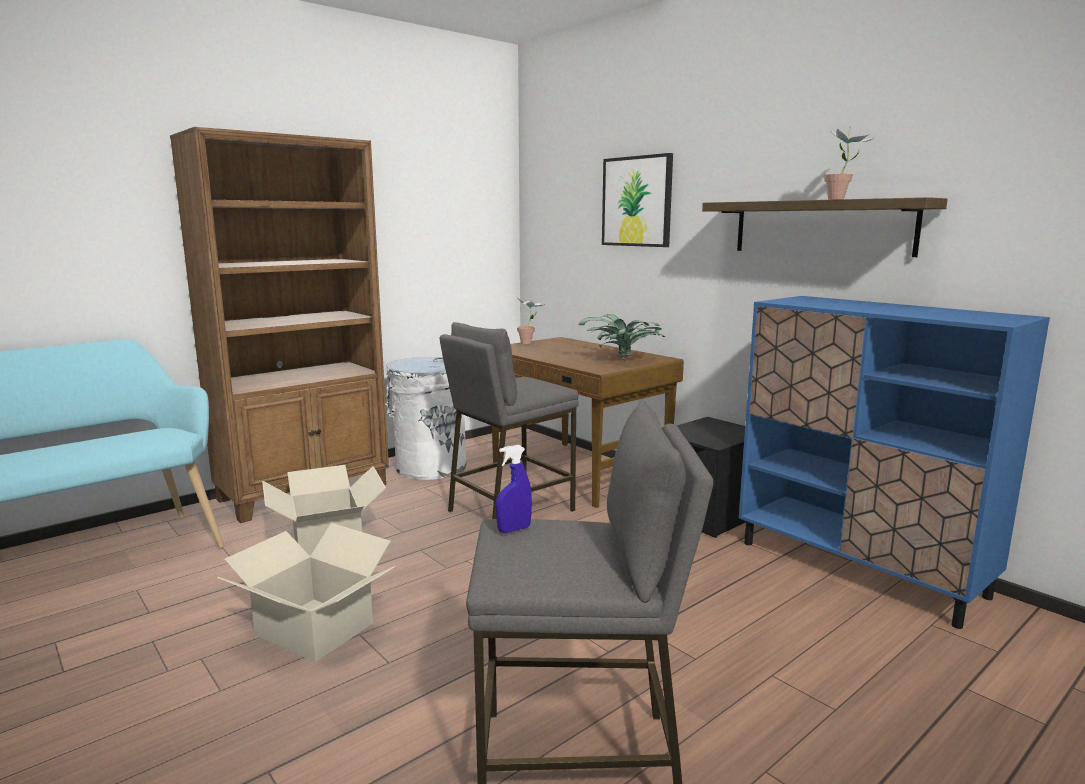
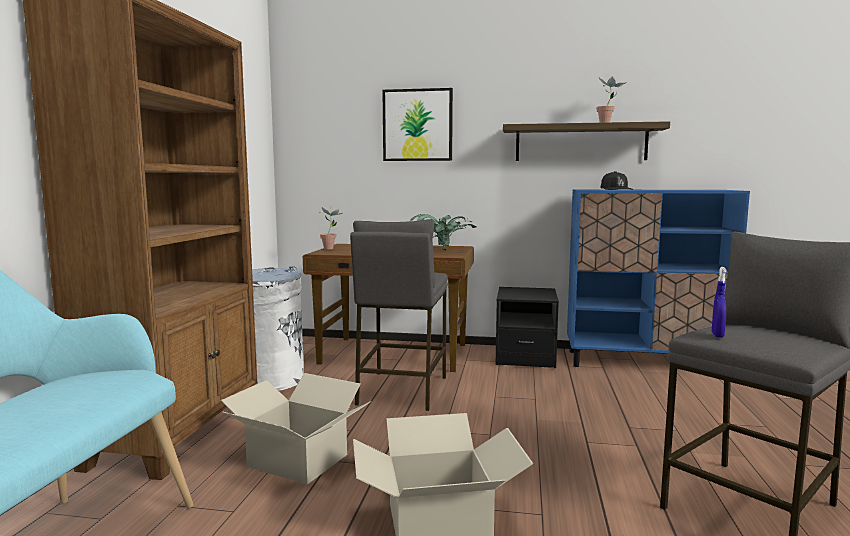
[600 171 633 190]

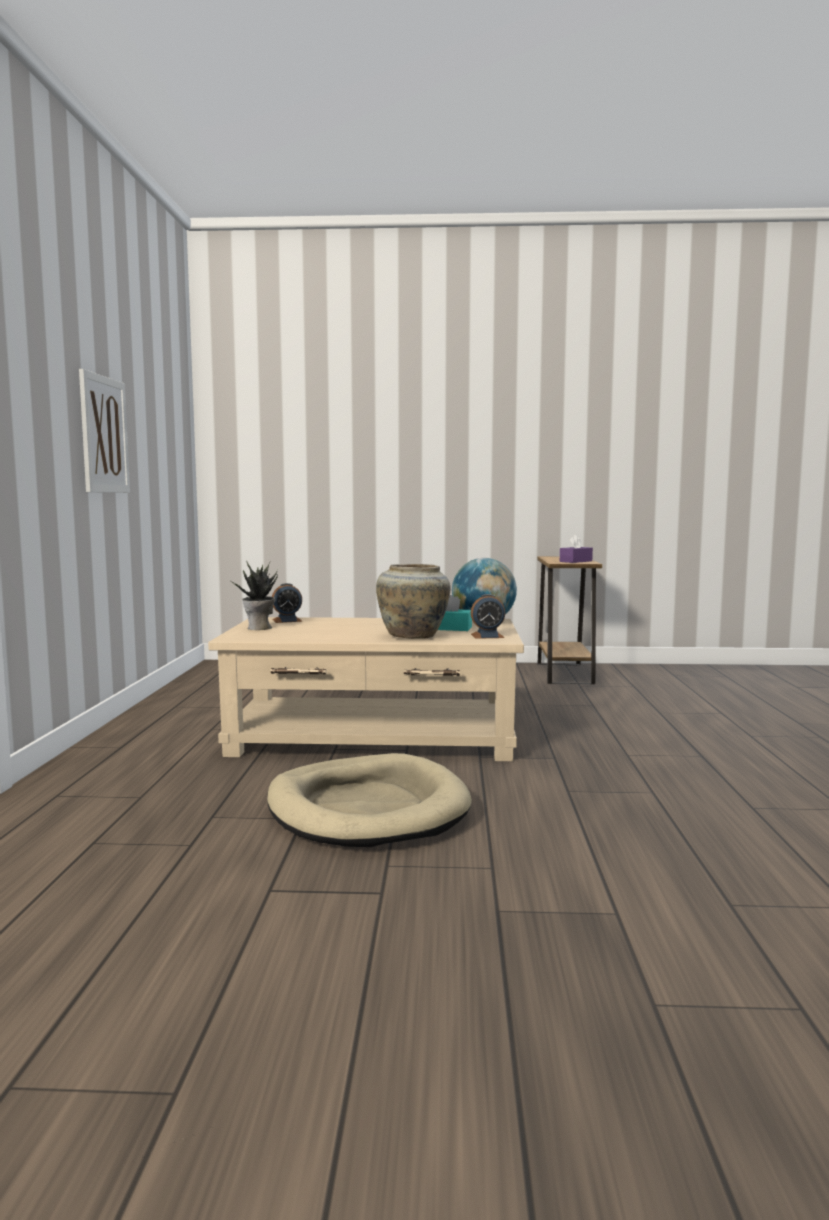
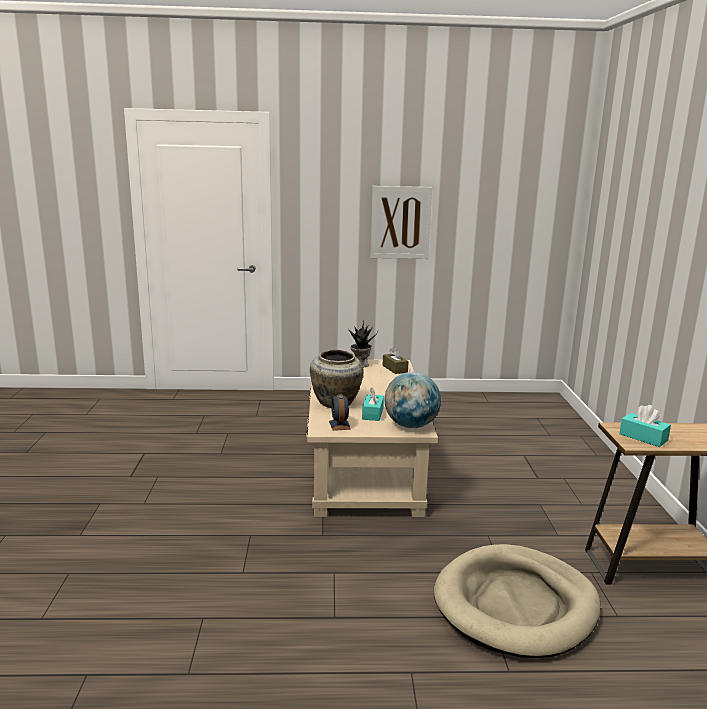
[434 544 601 658]
[383 347 409 374]
[619 405 671 447]

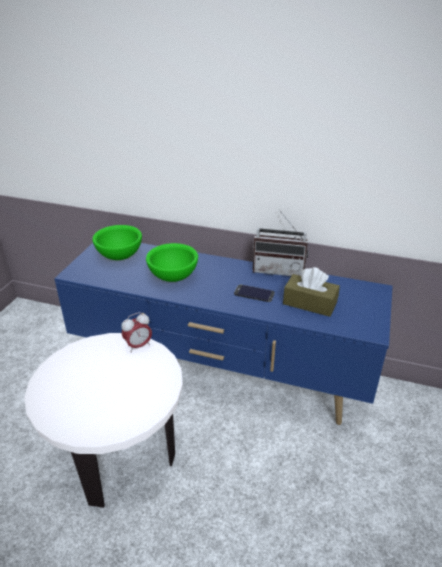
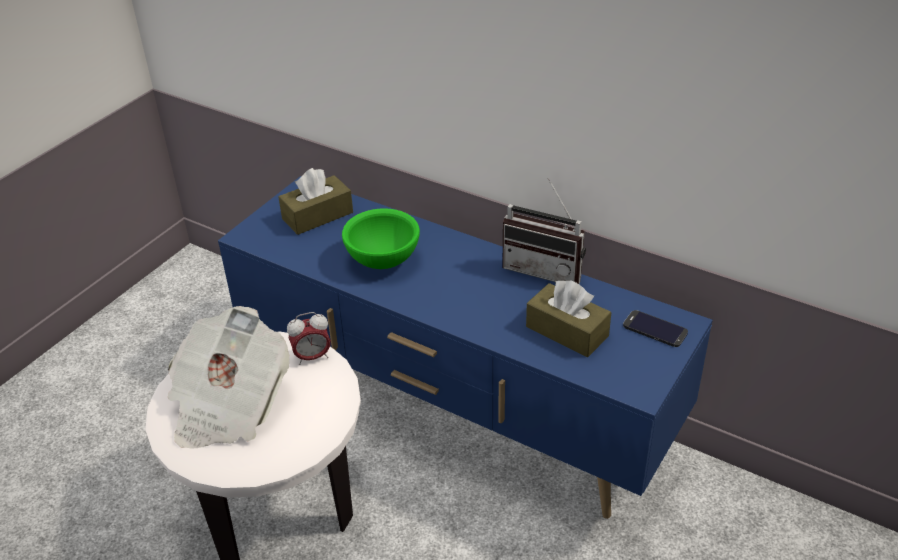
[168 306 290 449]
[623 310 688 347]
[278 168 353 235]

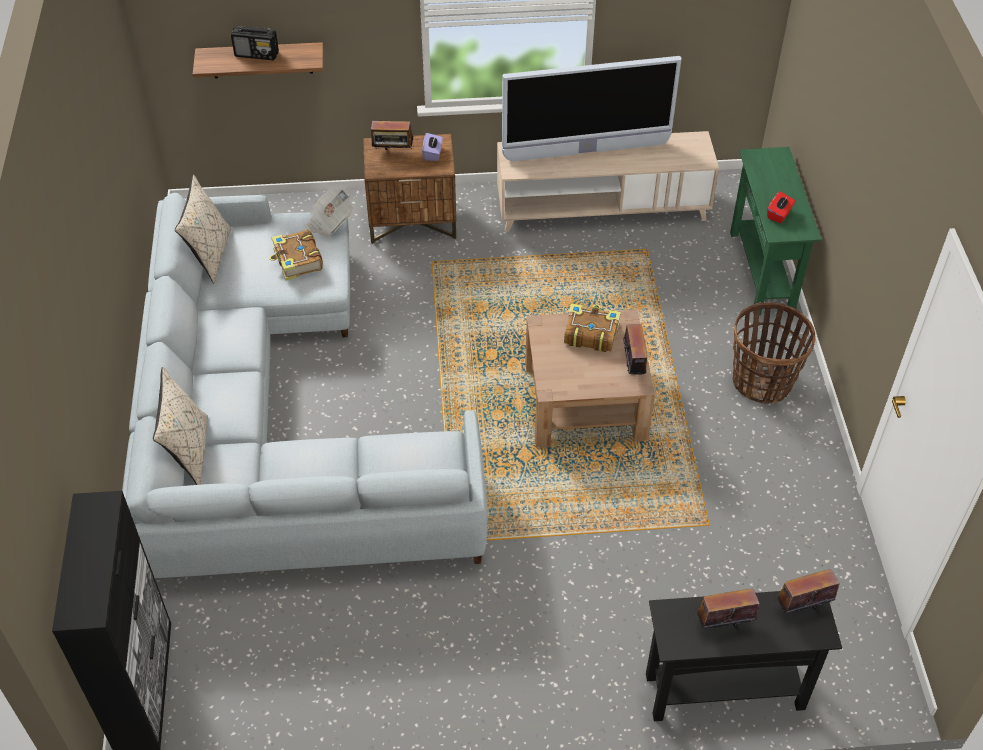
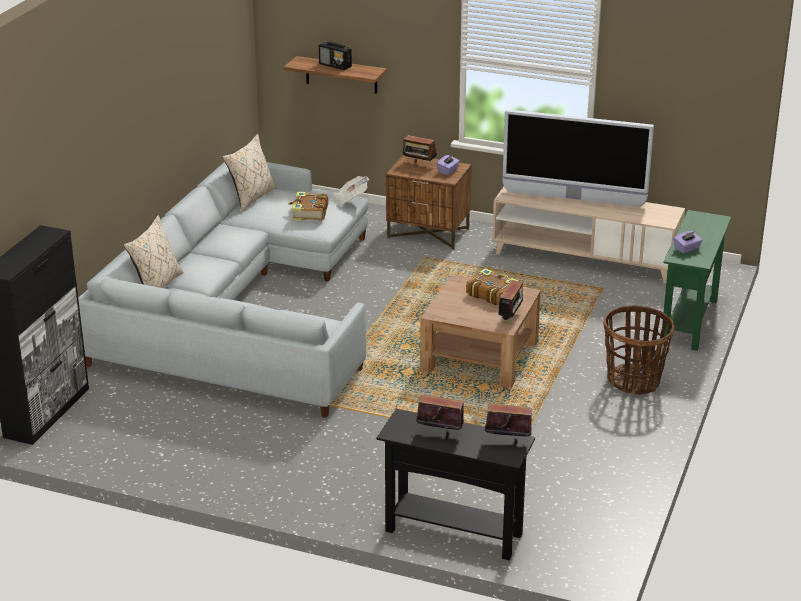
[673 231 702 254]

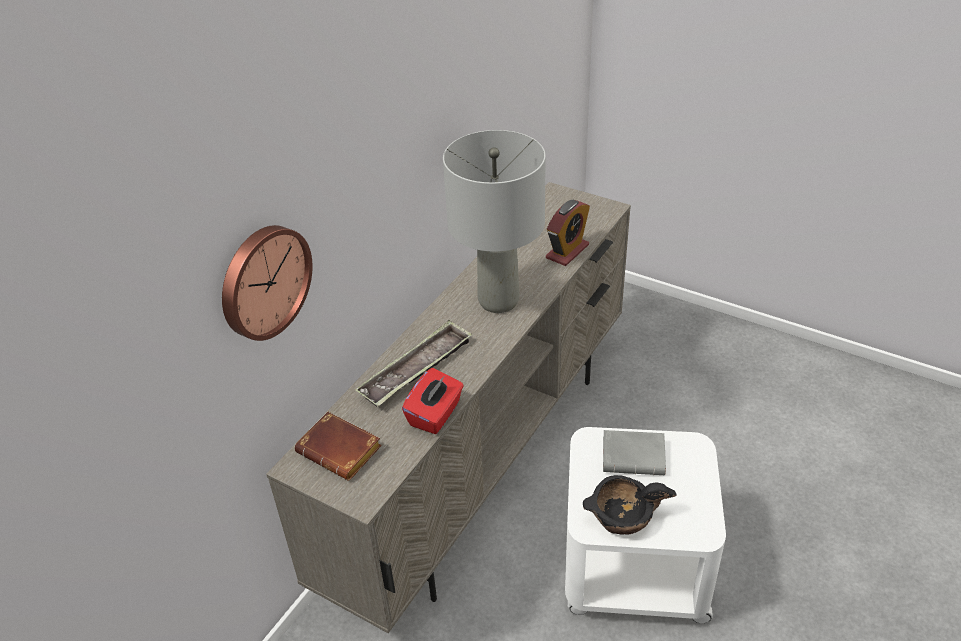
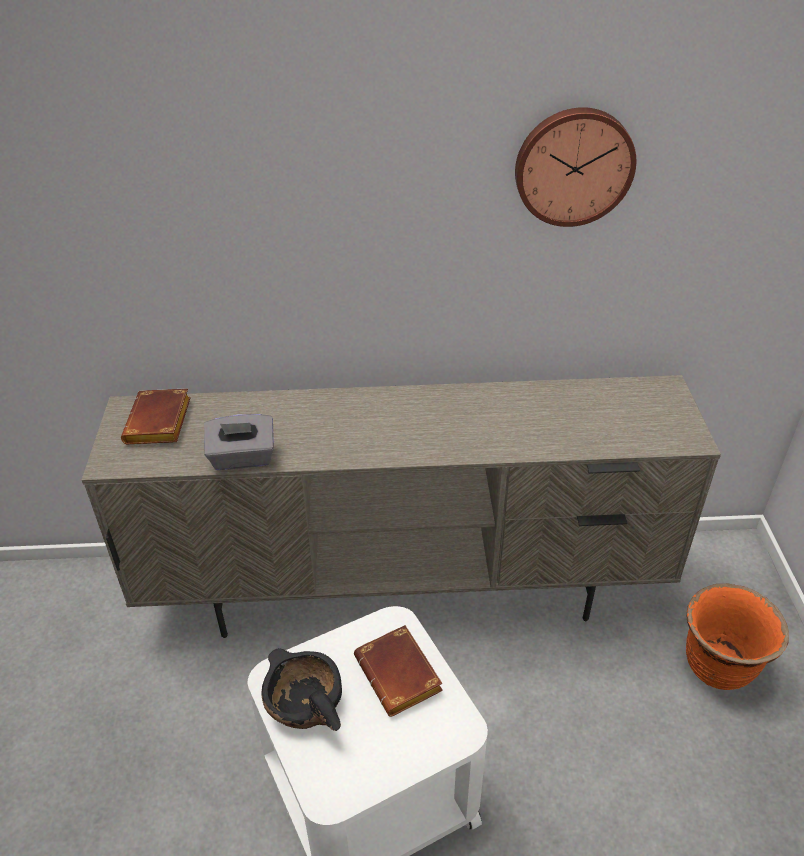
[355 320 472 407] (first image)
[443 130 546 313] (first image)
[546 200 590 266] (first image)
[686 583 789 690]
[515 107 636 227]
[204 414 274 470]
[354 625 443 717]

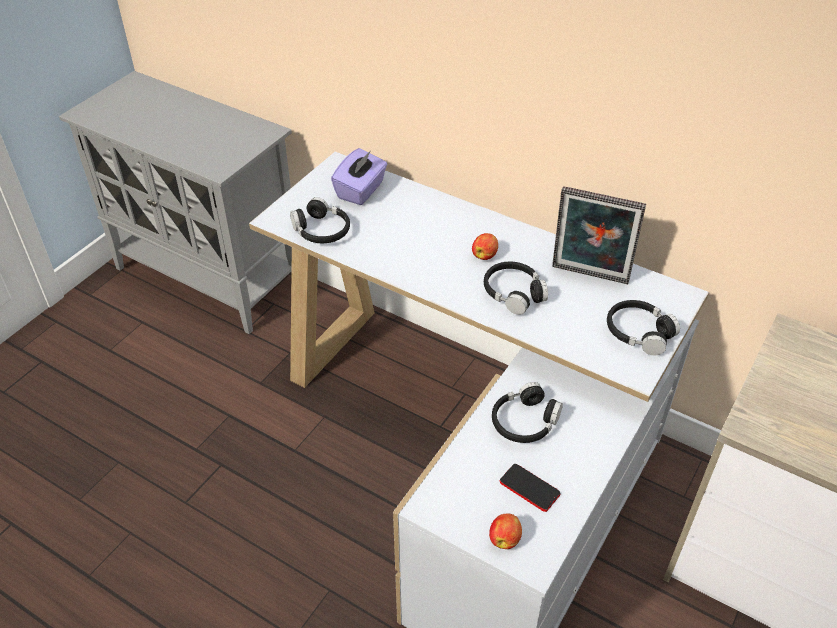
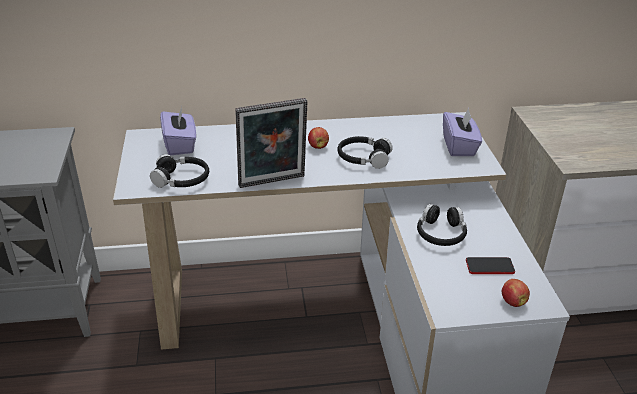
[235 98 307 188]
[443 108 482 156]

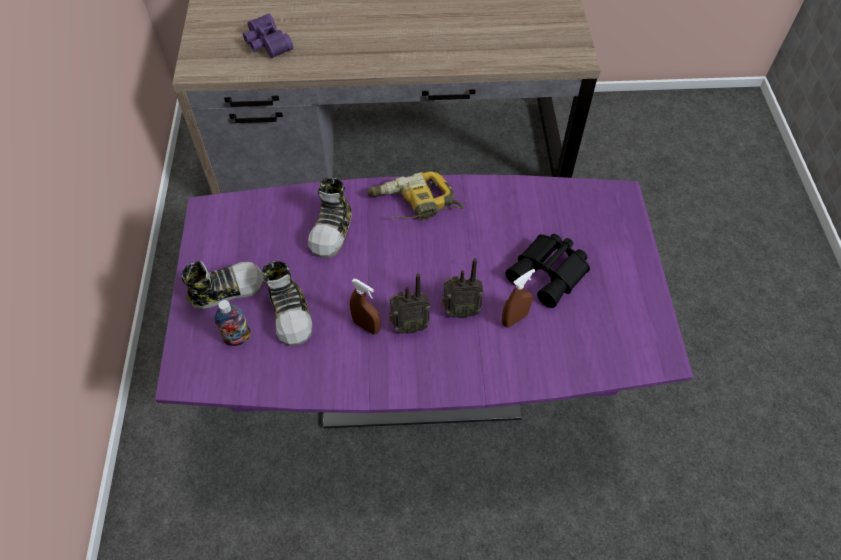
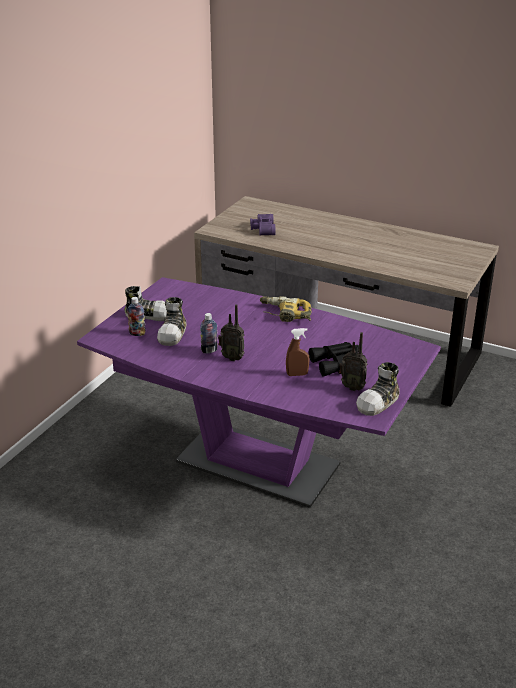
[356 362 400 416]
[339 332 368 391]
[200 313 218 353]

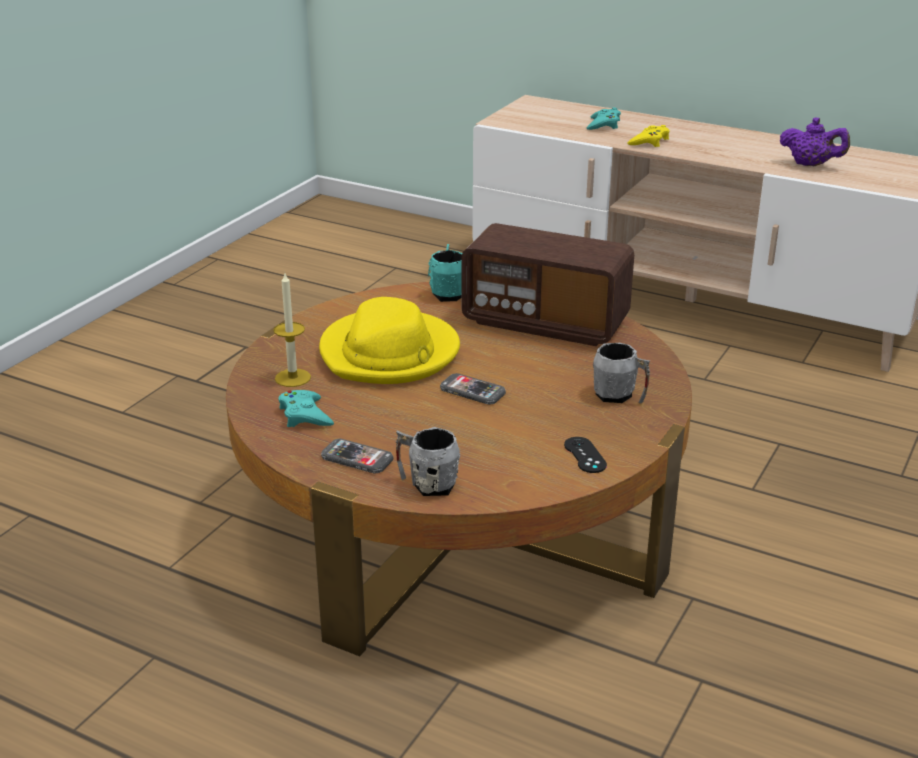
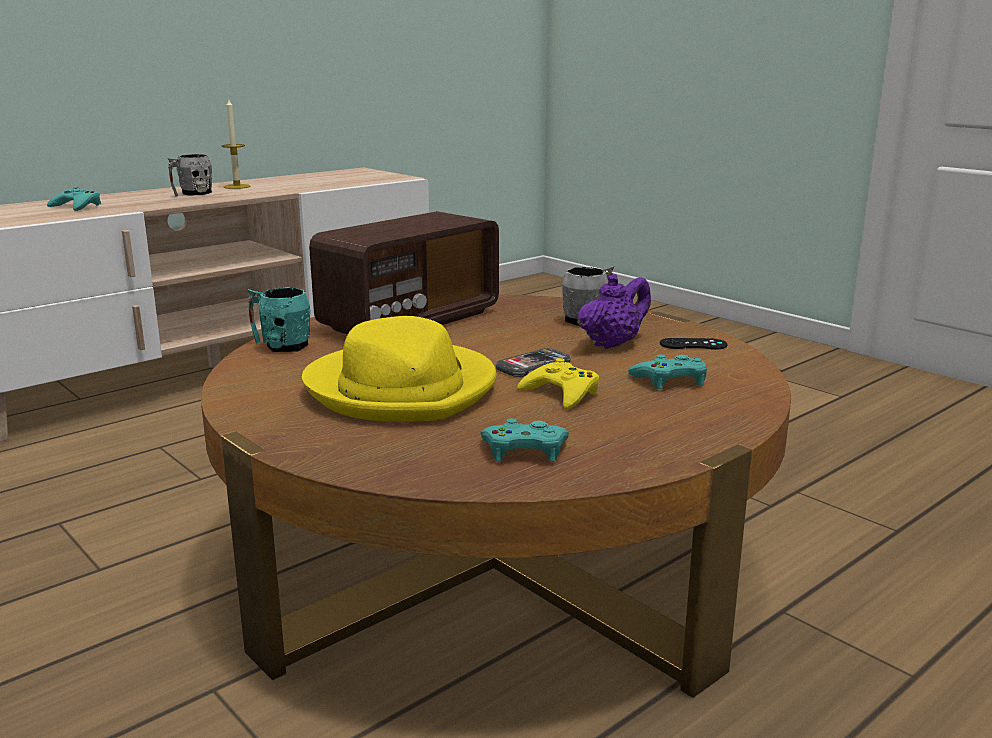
[321 439 393 474] (first image)
[628 354 707 389]
[221 99 251 189]
[167 154 212 197]
[517 358 599 410]
[577 274 651 349]

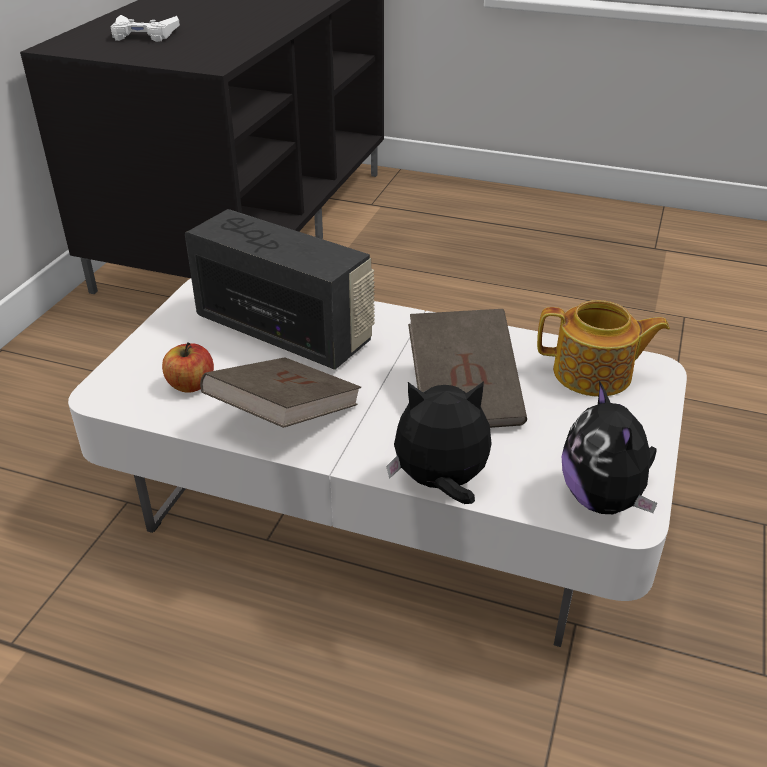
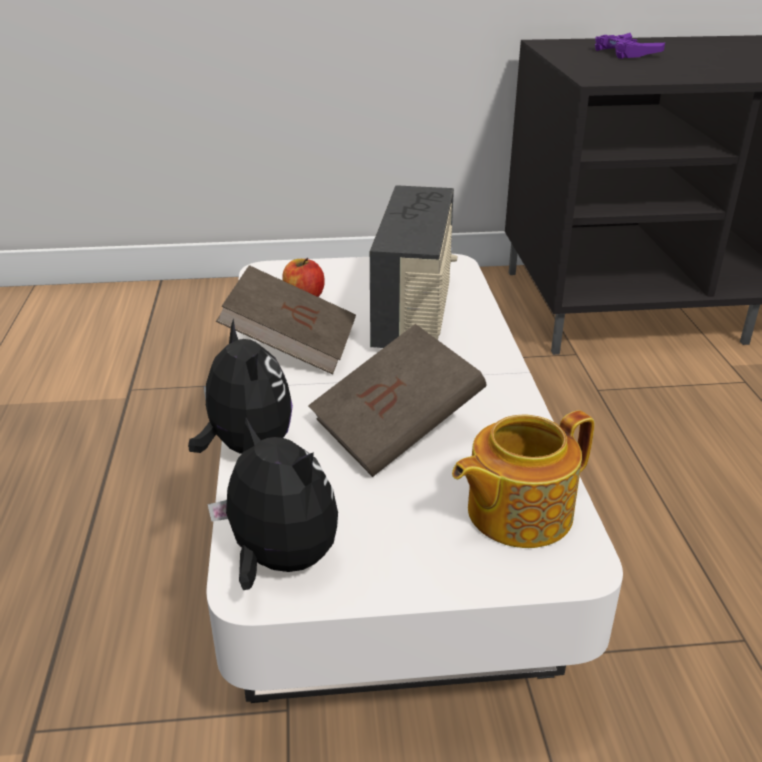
[595 33 665 59]
[452 410 594 548]
[207 418 338 590]

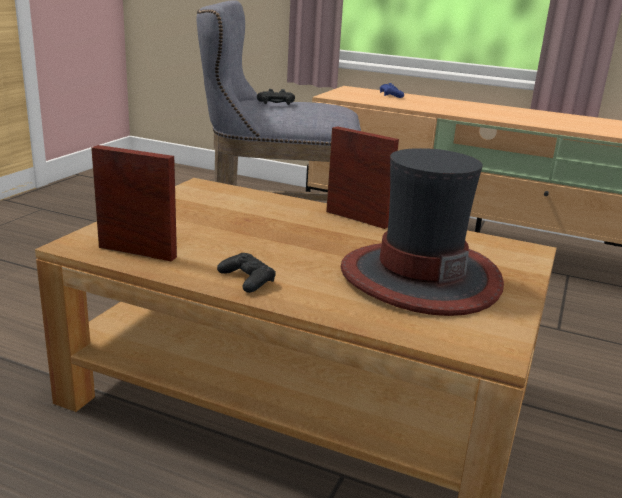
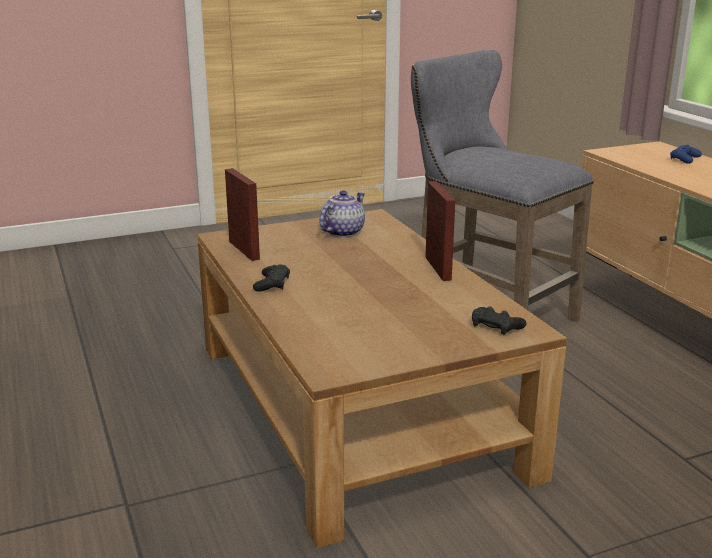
[341 148 504 316] (first image)
[319 190 365 237]
[472 306 526 335]

